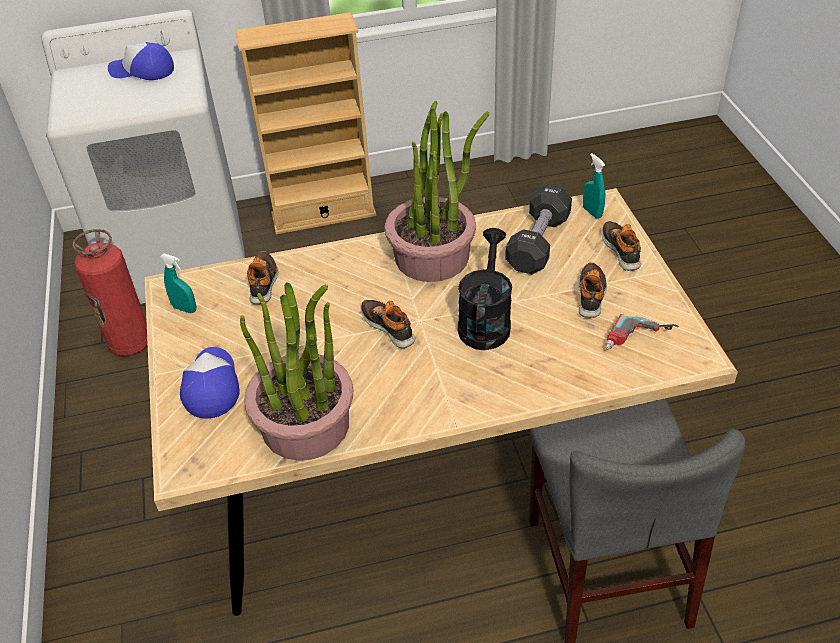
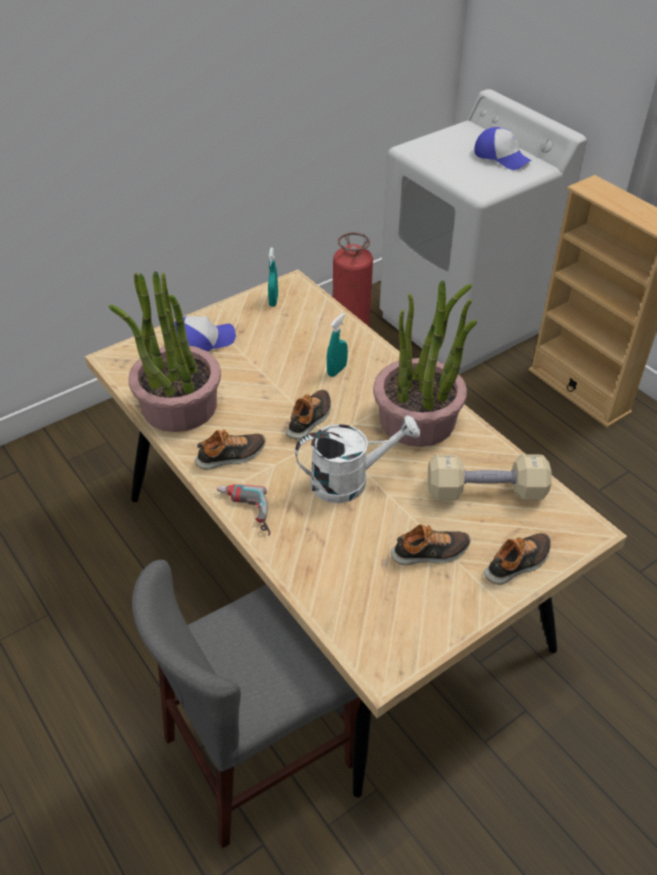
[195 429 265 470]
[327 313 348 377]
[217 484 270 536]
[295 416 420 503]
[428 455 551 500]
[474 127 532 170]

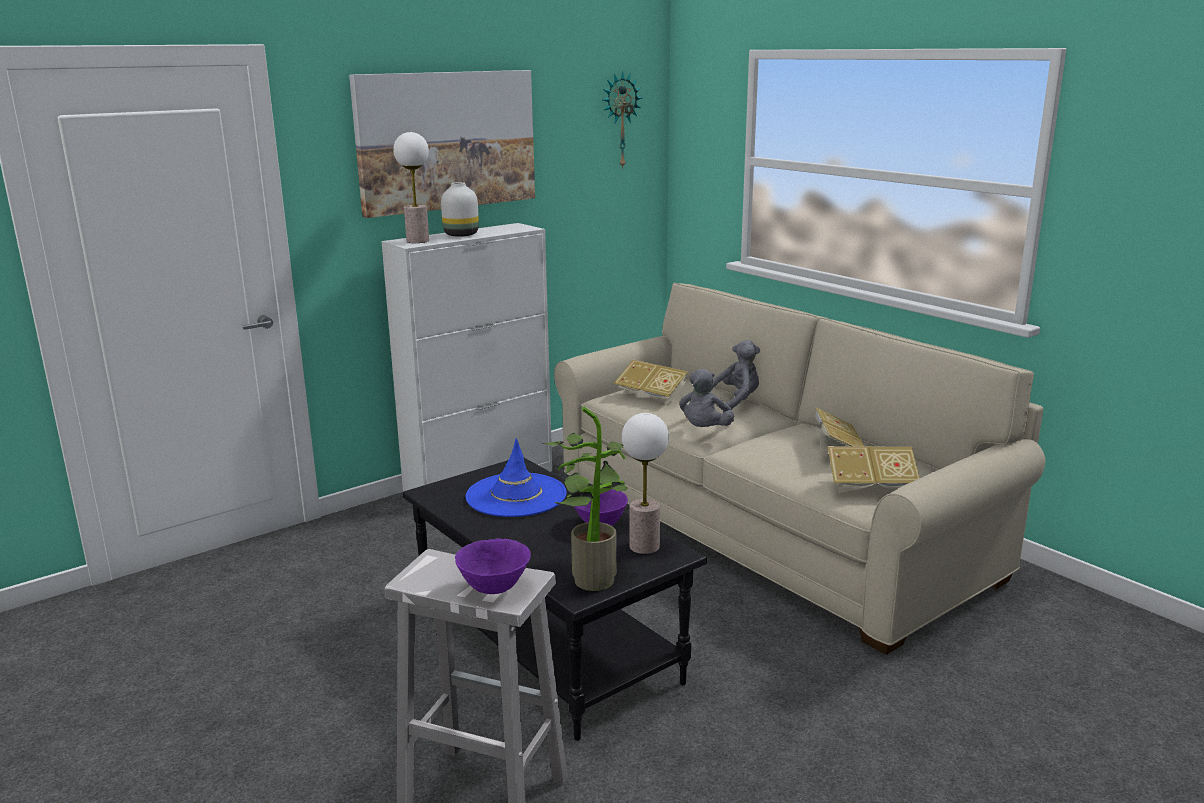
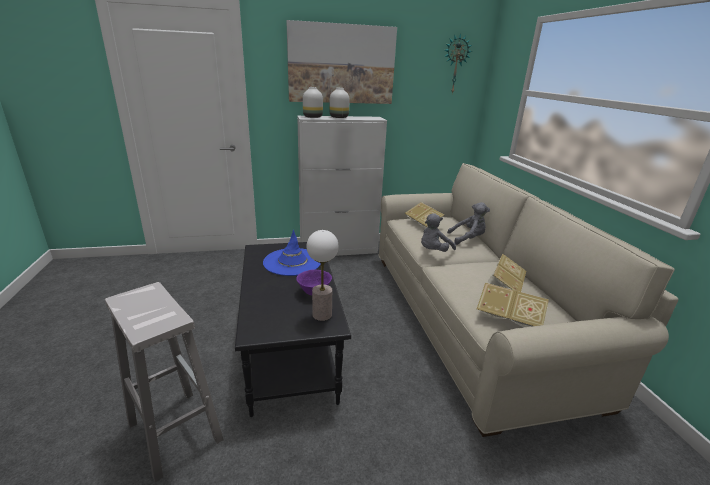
[455 538 531 594] (first image)
[541 407 628 591] (first image)
[303 87 323 118]

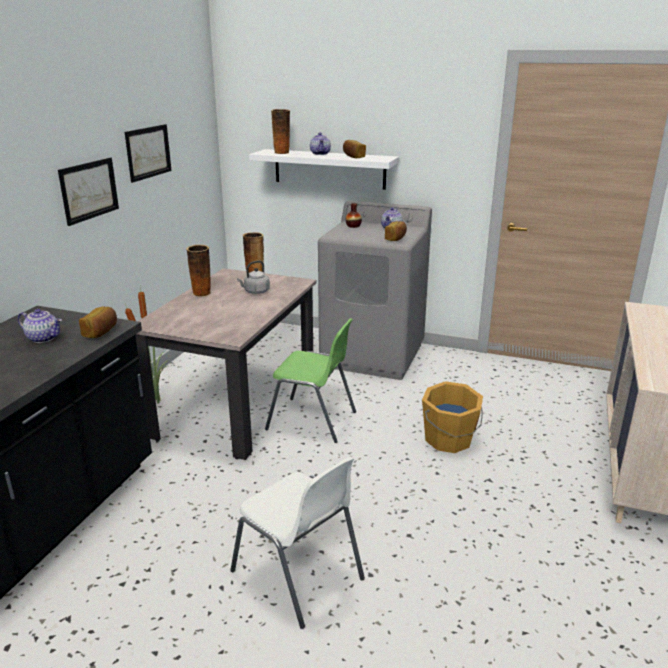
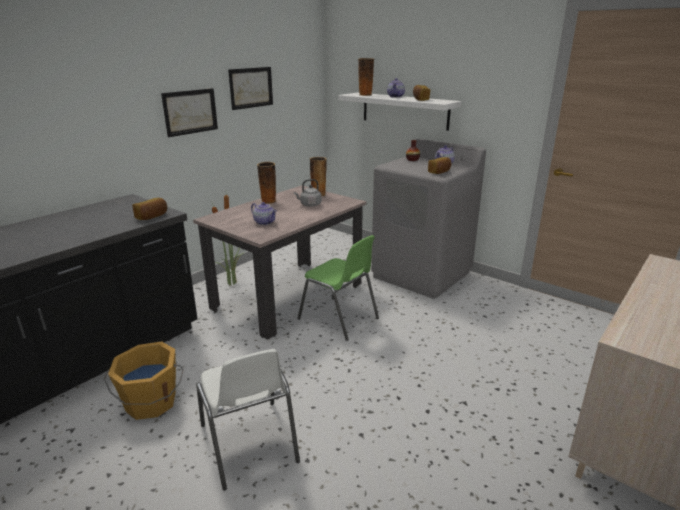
[251 202 277 225]
[104 341 184 420]

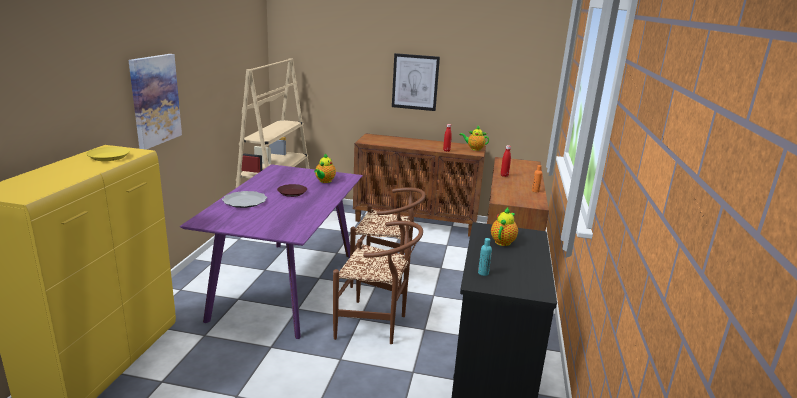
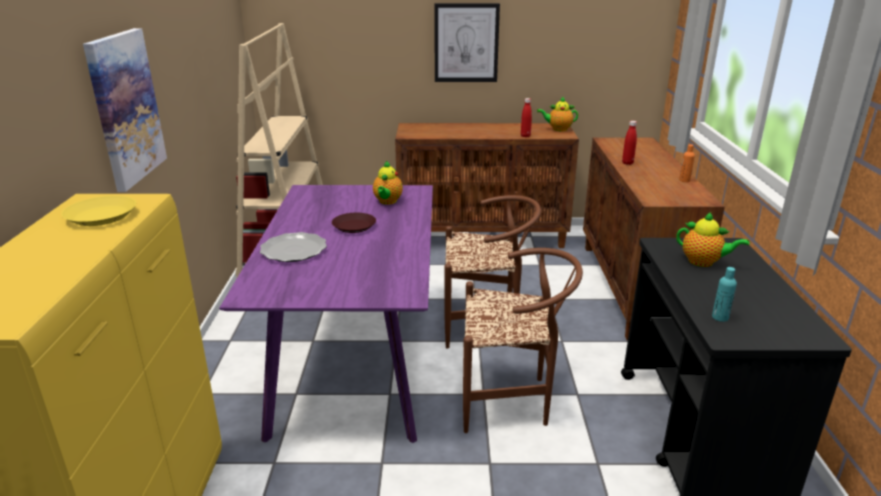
[676 212 749 267]

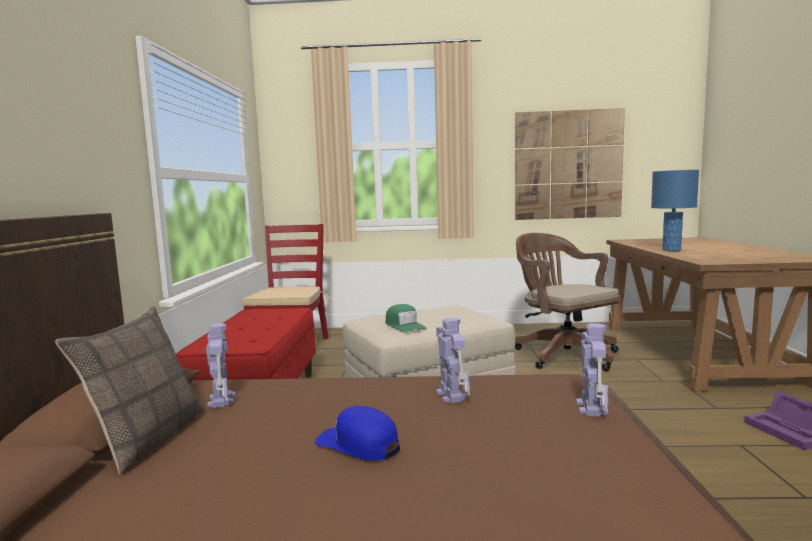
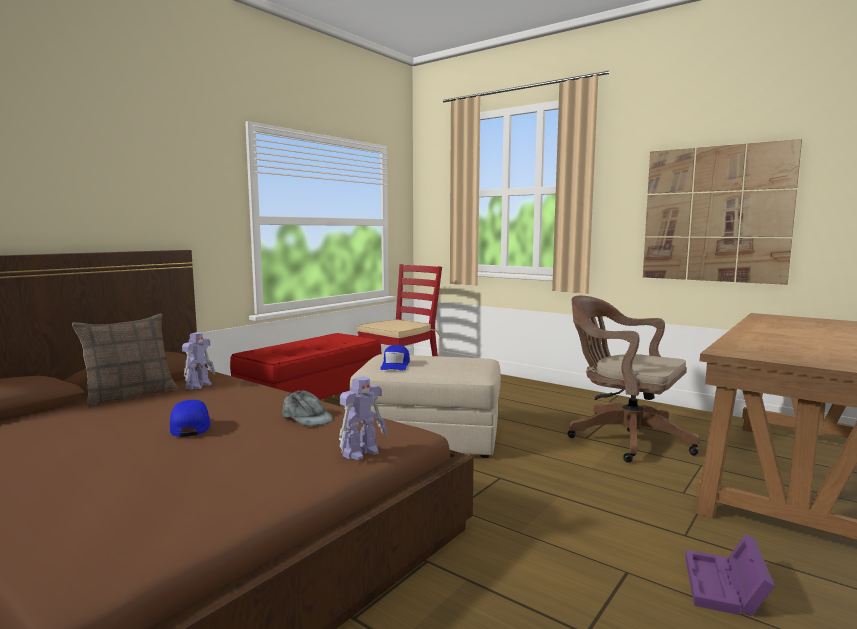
[651 170 699 251] (first image)
[282 390 333 426]
[380 345 410 370]
[568 296 700 463]

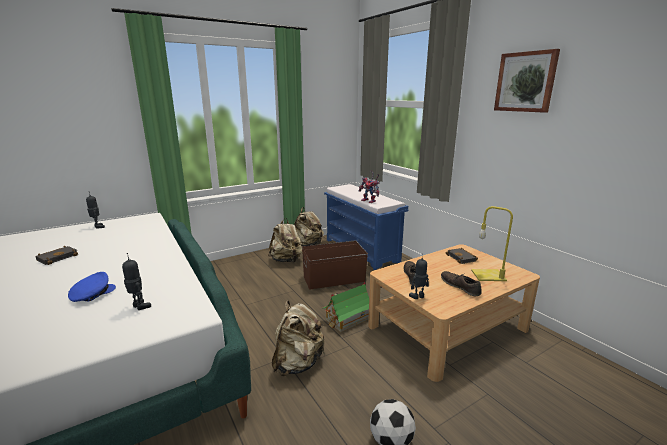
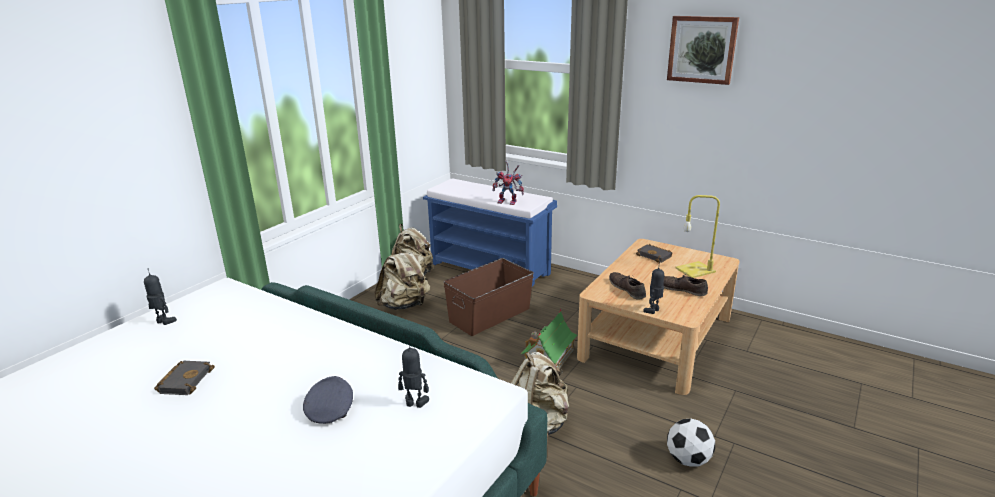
[303 376 353 424]

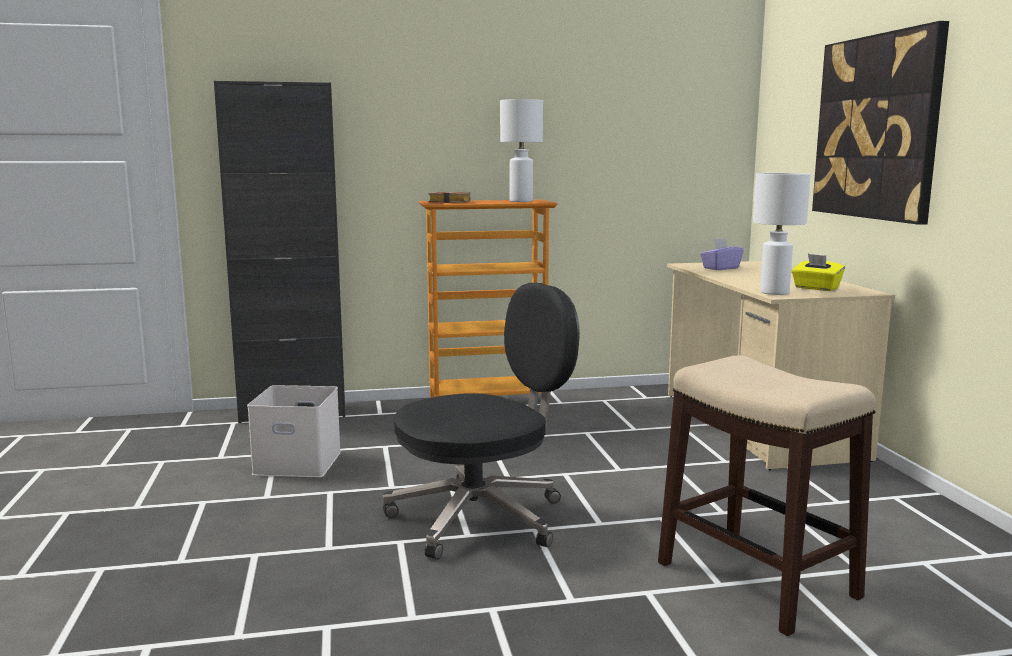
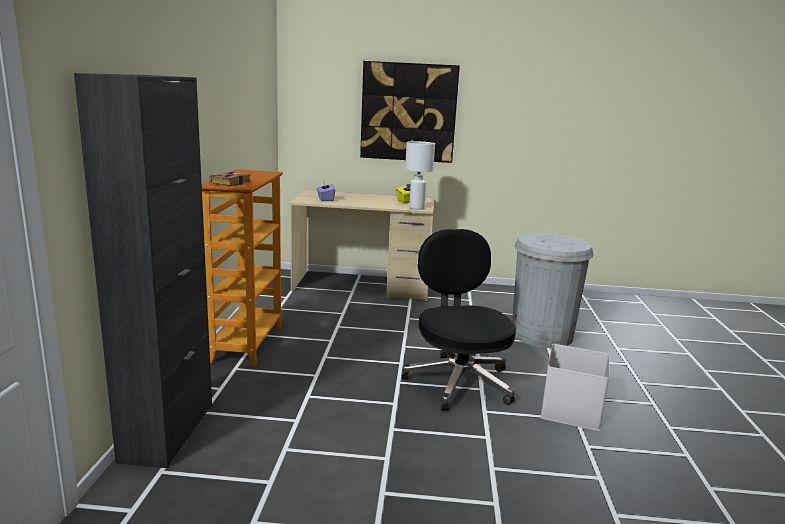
[500 99 543 202] (first image)
[540 344 609 431]
[512 233 594 348]

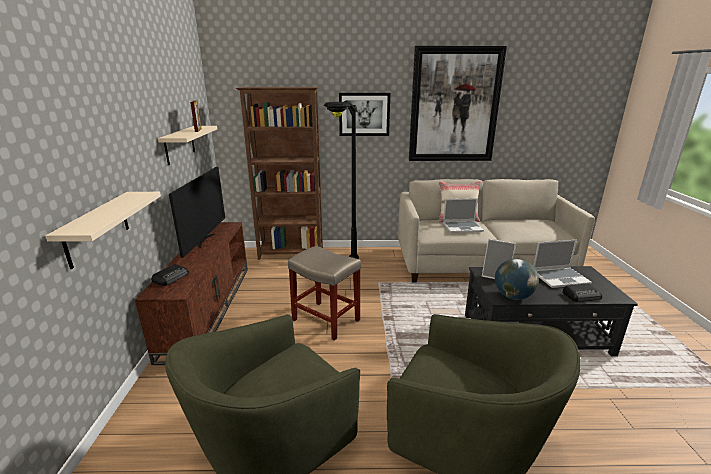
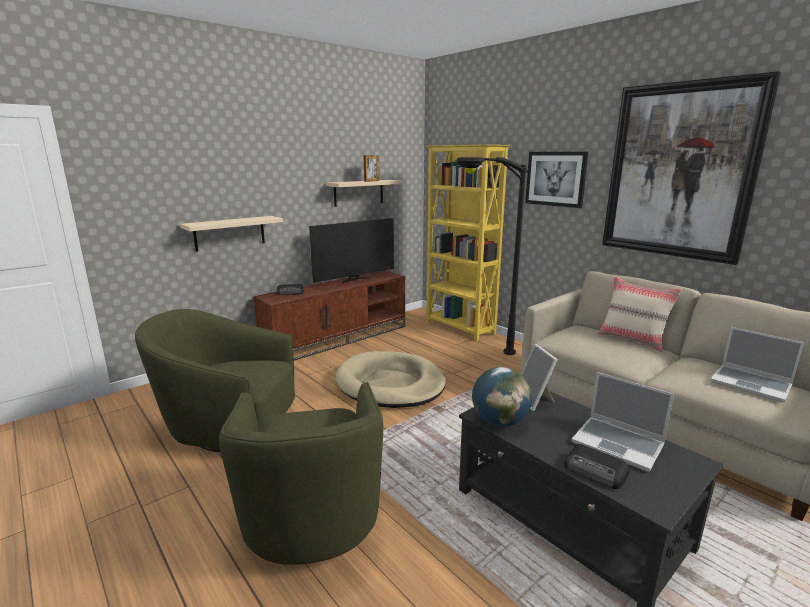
[711 327 804 402]
[336 351 446 408]
[426 145 511 342]

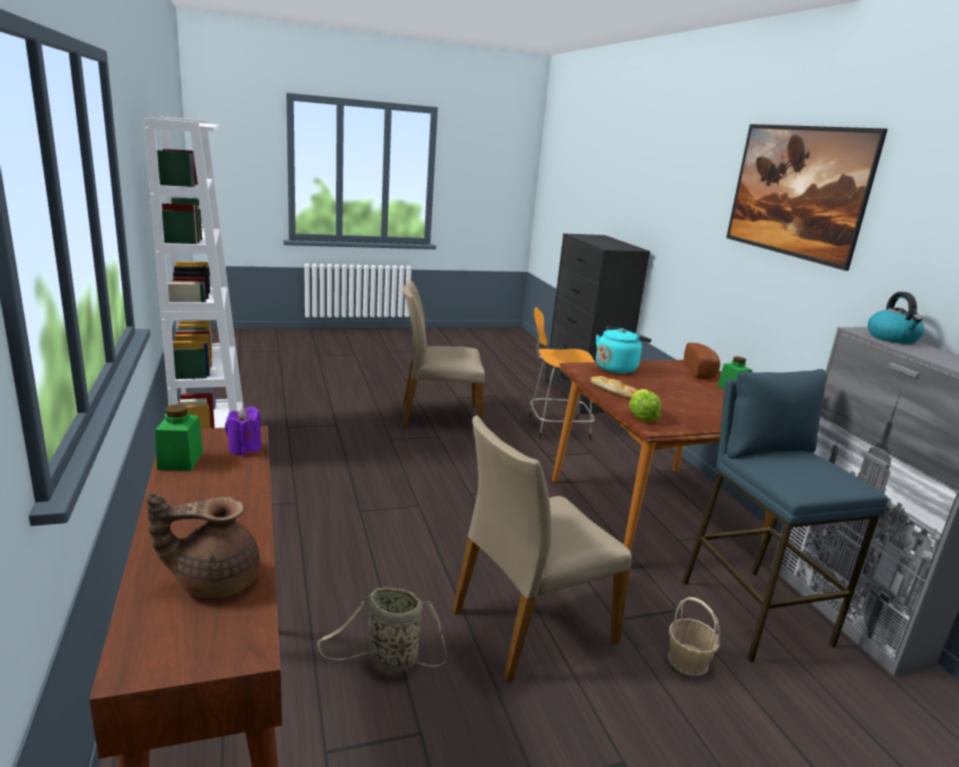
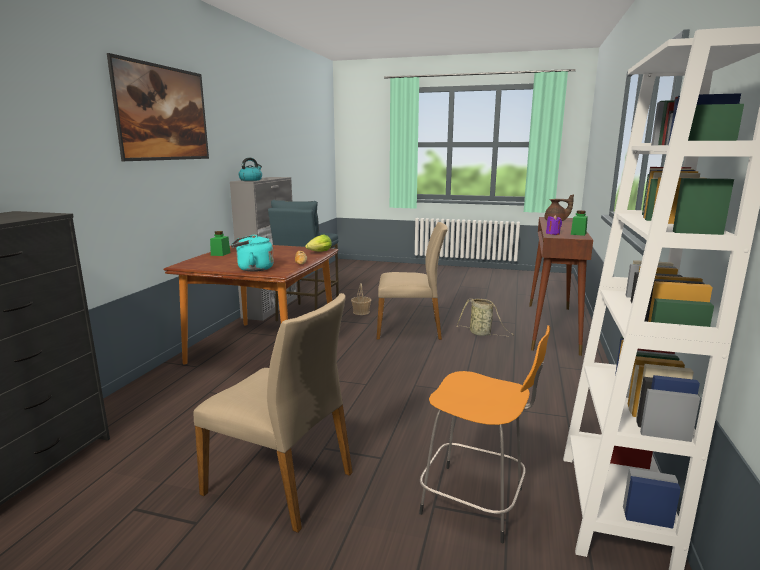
[684 343 720 379] (first image)
[419 325 550 543]

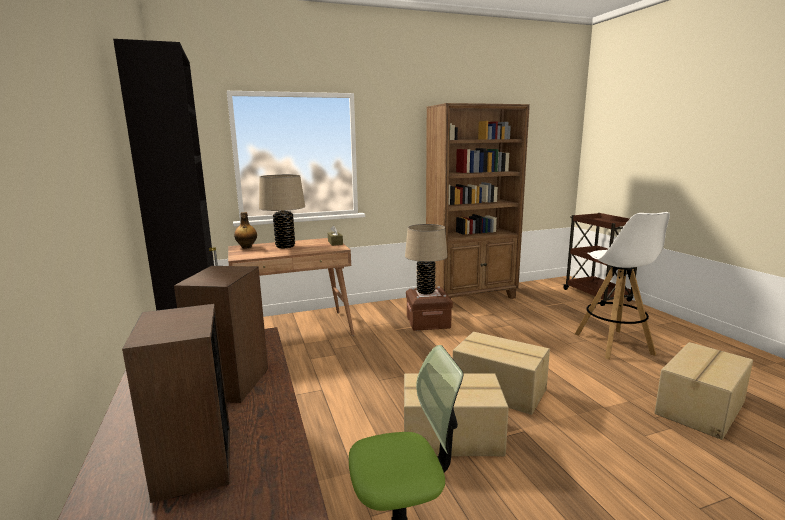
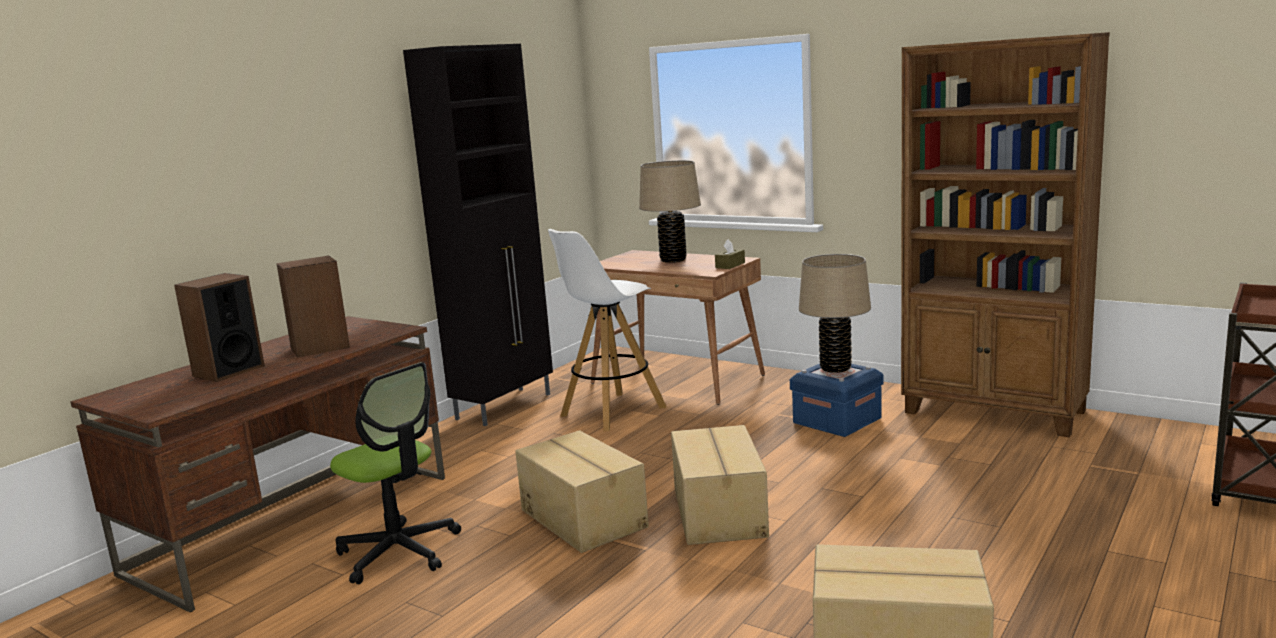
[234 212 257 248] (first image)
[548 229 666 432]
[790 364 884 437]

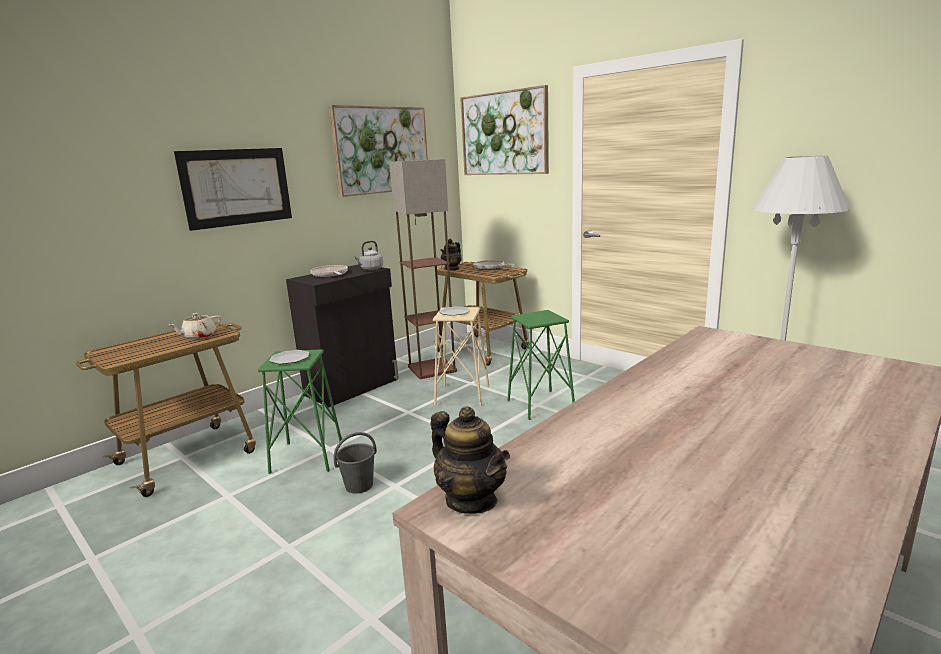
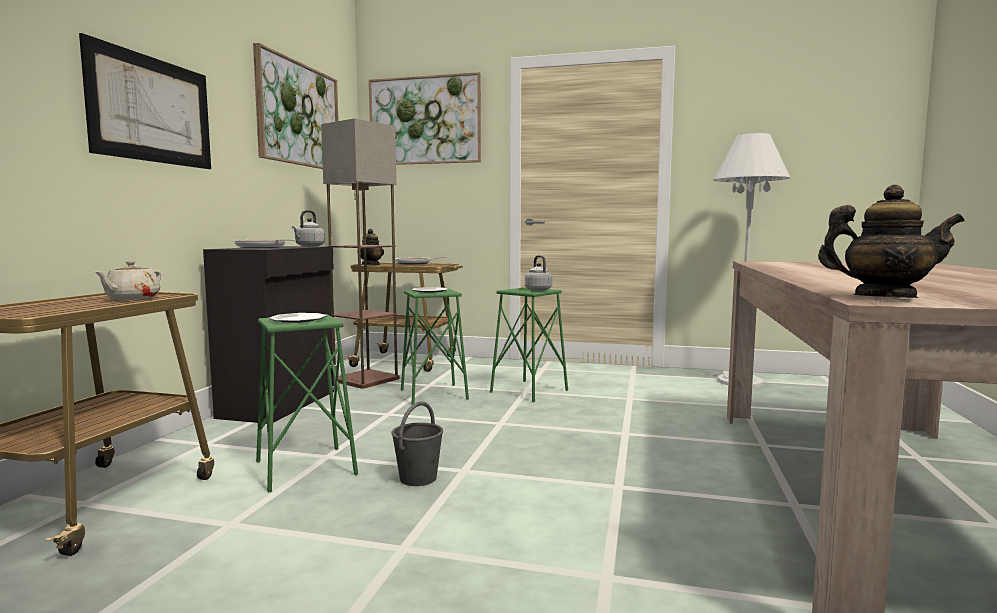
[525 255 552 291]
[401 289 469 405]

